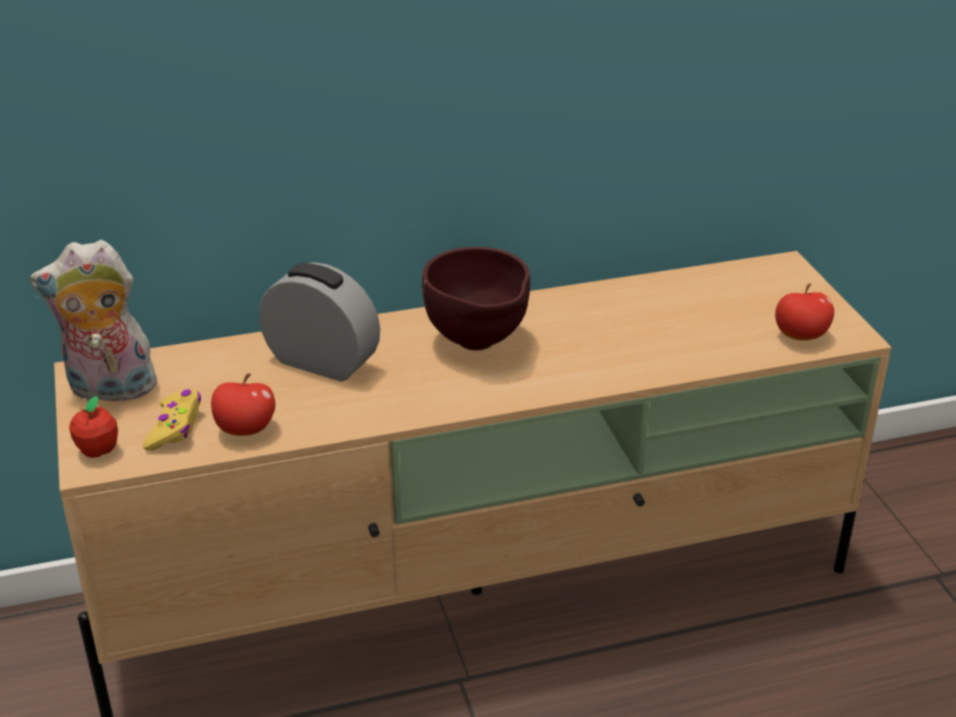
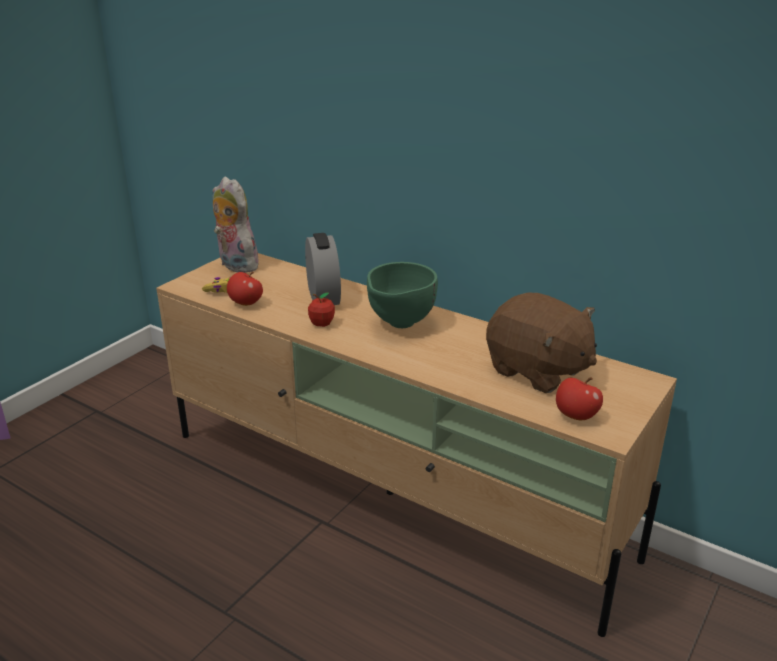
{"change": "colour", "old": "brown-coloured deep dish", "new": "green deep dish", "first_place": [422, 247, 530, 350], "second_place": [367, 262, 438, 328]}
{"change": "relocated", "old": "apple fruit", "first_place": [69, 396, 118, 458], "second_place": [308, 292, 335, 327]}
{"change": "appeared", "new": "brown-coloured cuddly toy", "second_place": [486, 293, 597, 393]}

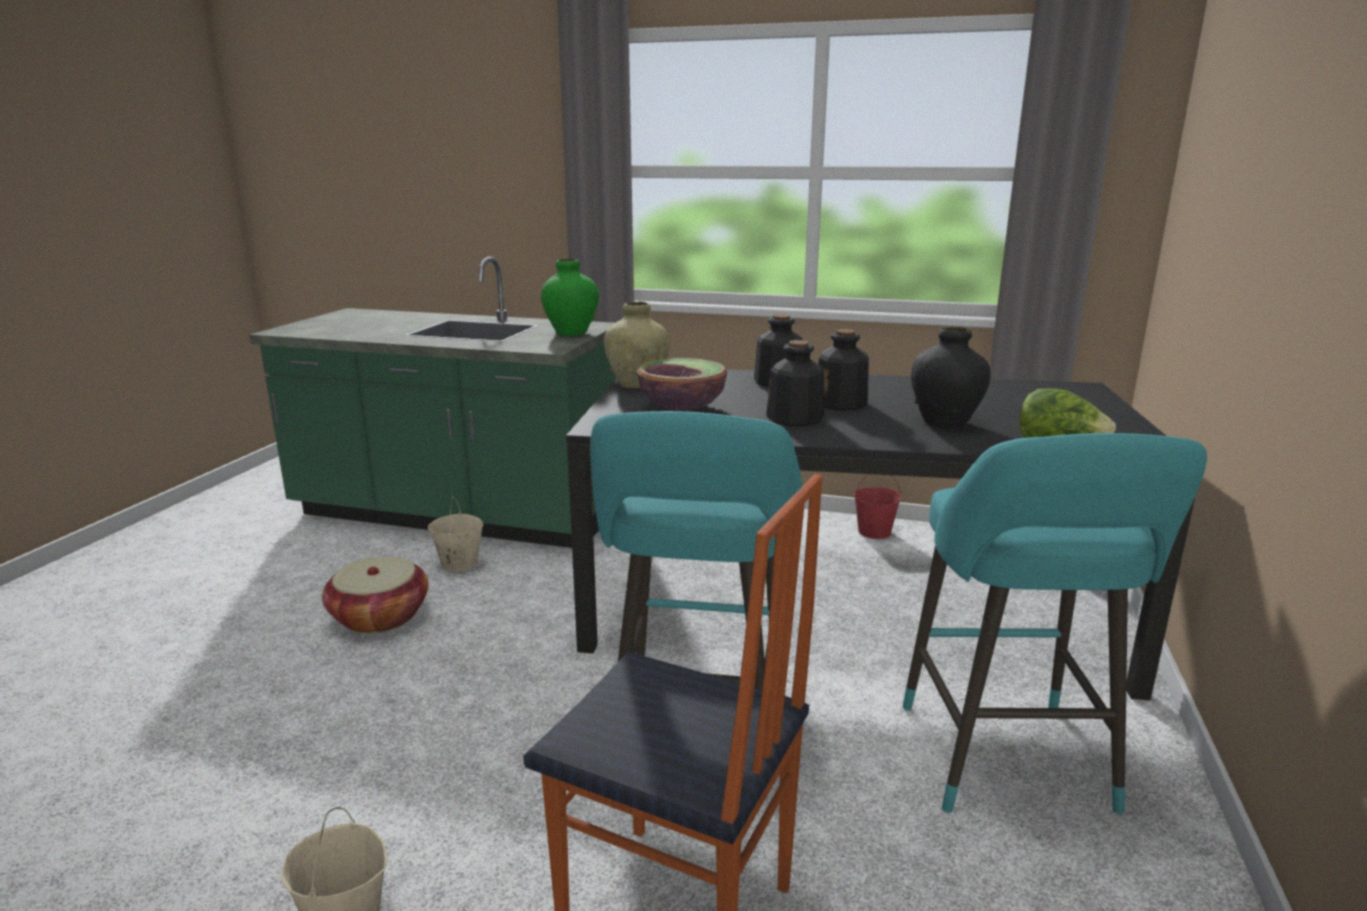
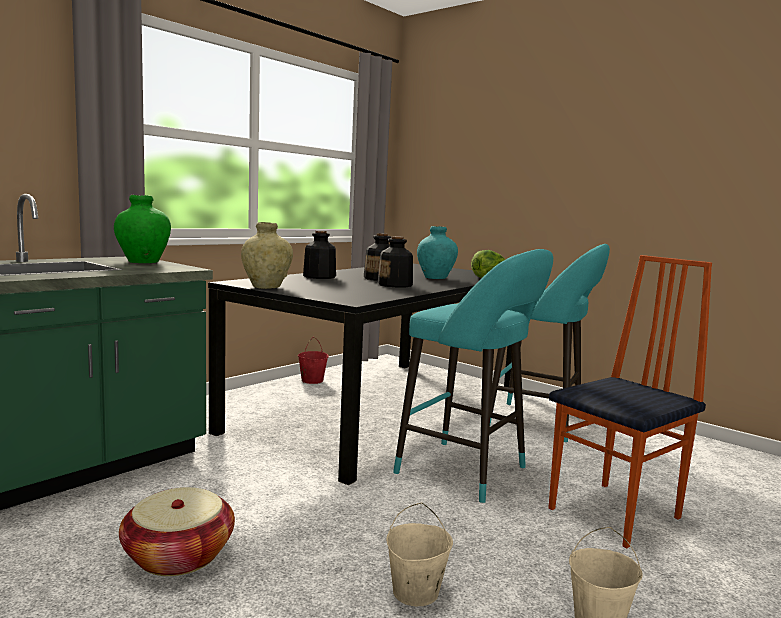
{"change": "colour", "old": "black flower vase", "new": "turquoise flower vase", "first_place": [911, 327, 991, 427], "second_place": [417, 226, 458, 279]}
{"change": "missing", "old": "deep dish", "first_place": [637, 358, 727, 410]}
{"change": "relocated", "old": "beige bucket", "first_place": [428, 496, 483, 572], "second_place": [386, 503, 453, 606]}

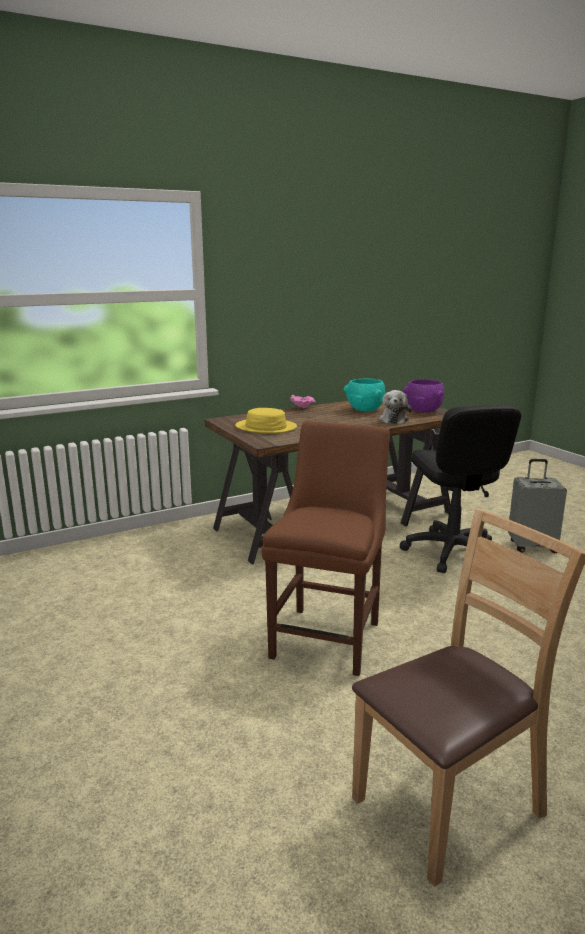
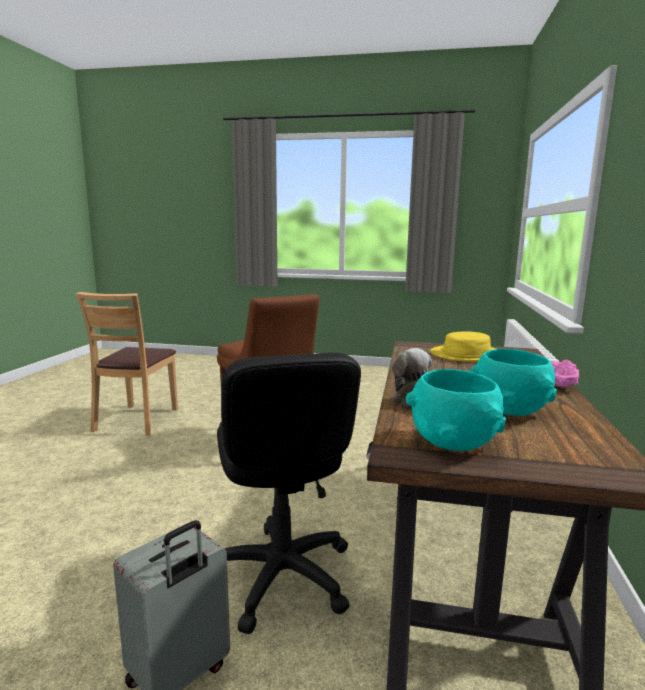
{"change": "colour", "old": "purple deep dish", "new": "turquoise deep dish", "first_place": [402, 379, 444, 413], "second_place": [406, 369, 506, 451]}
{"change": "spun", "old": "black office chair", "first_place": [400, 405, 521, 573], "second_place": [217, 352, 361, 634], "degrees": -135}

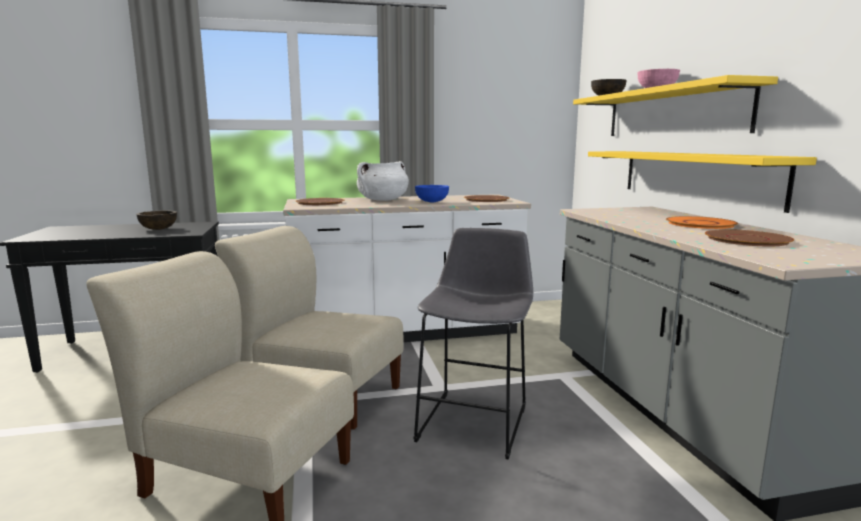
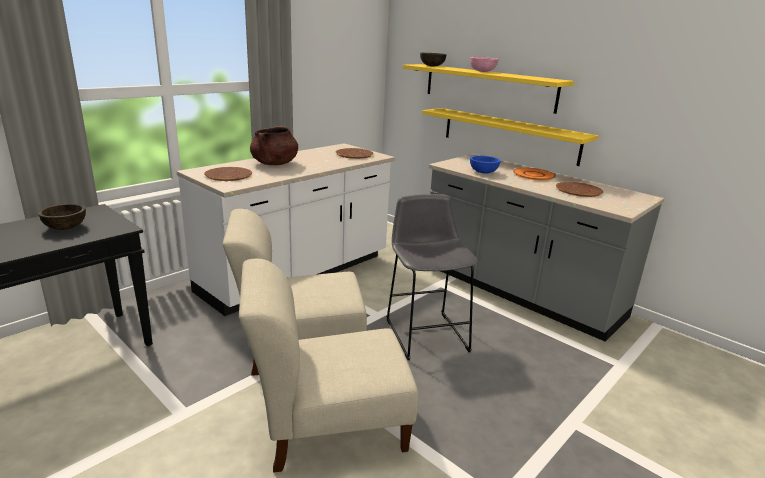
{"change": "colour", "old": "whitish saucepot", "new": "brown-coloured saucepot", "first_place": [357, 161, 409, 201], "second_place": [250, 126, 298, 165]}
{"change": "relocated", "old": "blue deep dish", "first_place": [415, 185, 449, 202], "second_place": [470, 155, 501, 173]}

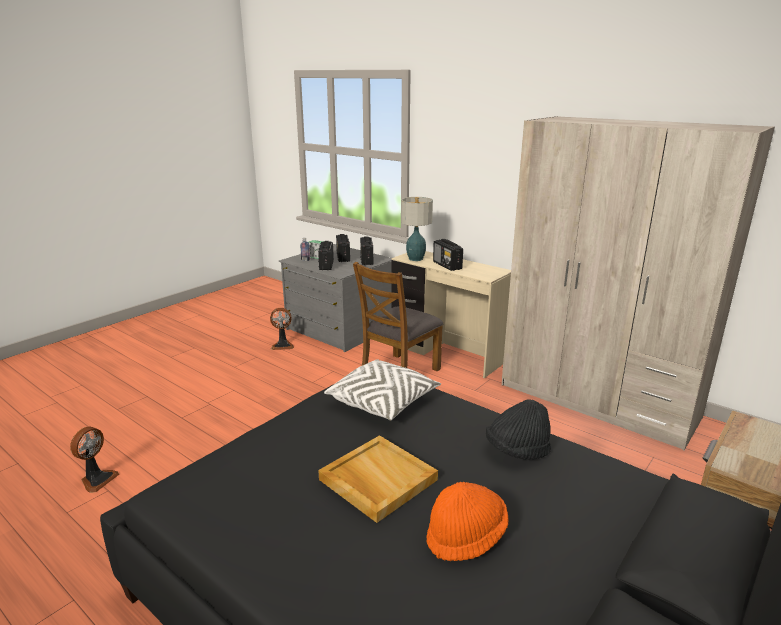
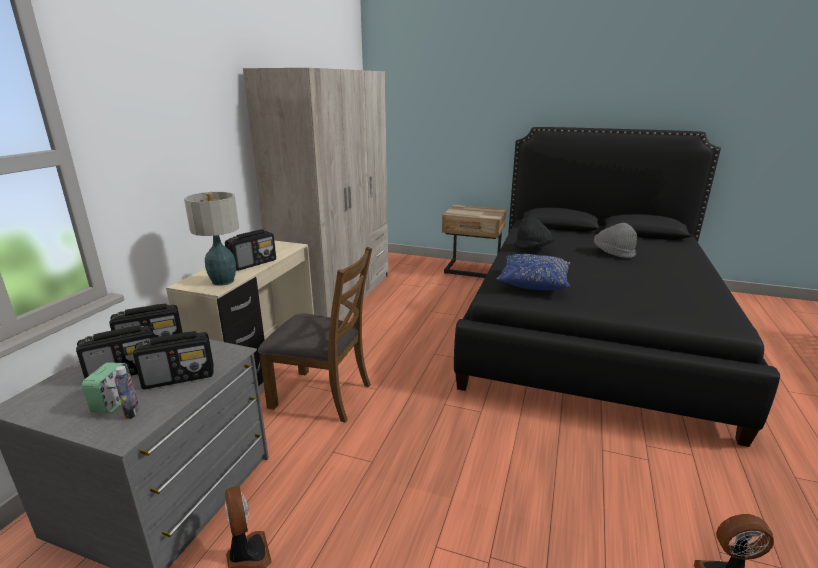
{"change": "colour", "old": "whitish throw pillow", "new": "blue throw pillow", "first_place": [324, 359, 441, 420], "second_place": [497, 254, 570, 290]}
{"change": "missing", "old": "beige serving tray", "first_place": [318, 435, 438, 523]}
{"change": "colour", "old": "orange hat", "new": "greyish hat", "first_place": [426, 482, 508, 561], "second_place": [594, 223, 637, 258]}

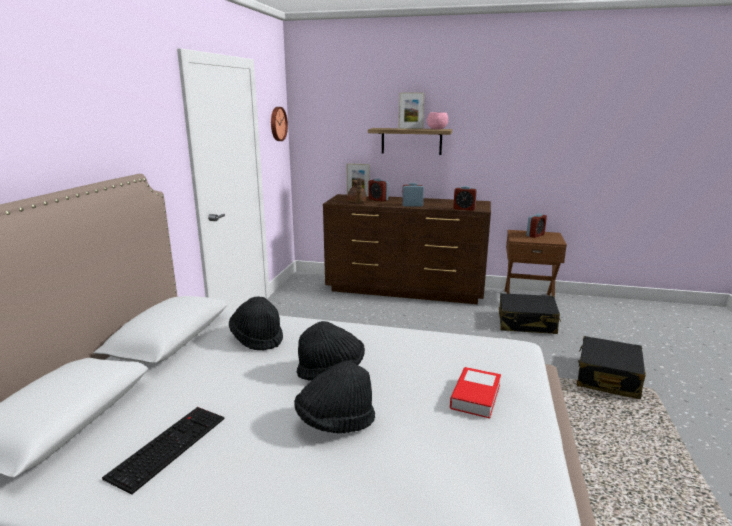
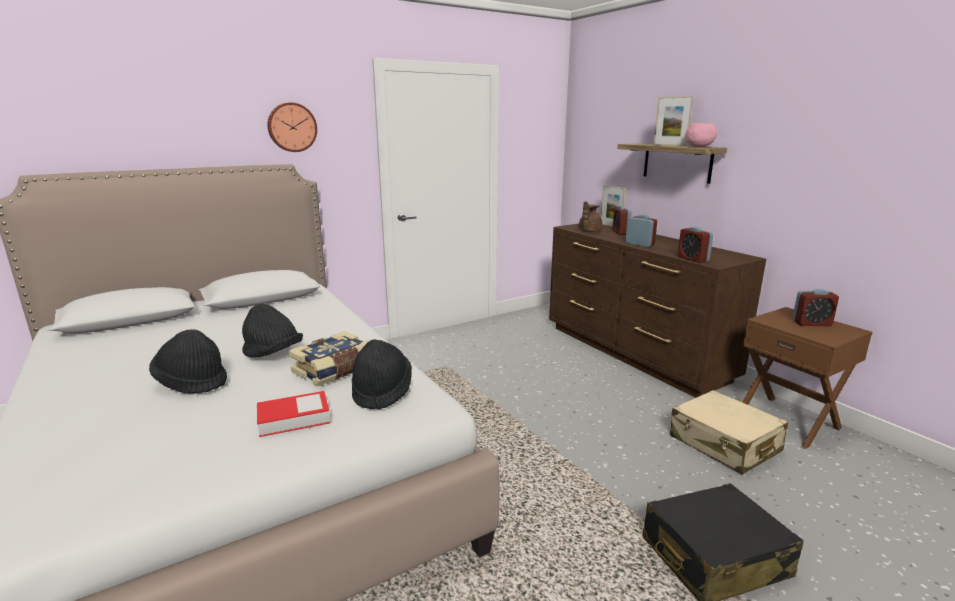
{"change": "relocated", "old": "clock on the wall", "first_place": [271, 107, 288, 141], "second_place": [268, 102, 317, 152]}
{"change": "colour", "old": "black travel case", "new": "beige travel case", "first_place": [499, 293, 561, 334], "second_place": [670, 390, 788, 474]}
{"change": "relocated", "old": "black hat", "first_place": [229, 296, 283, 351], "second_place": [352, 339, 412, 410]}
{"change": "missing", "old": "PC keyboard", "first_place": [102, 407, 224, 495]}
{"change": "appeared", "new": "book", "second_place": [289, 331, 369, 386]}

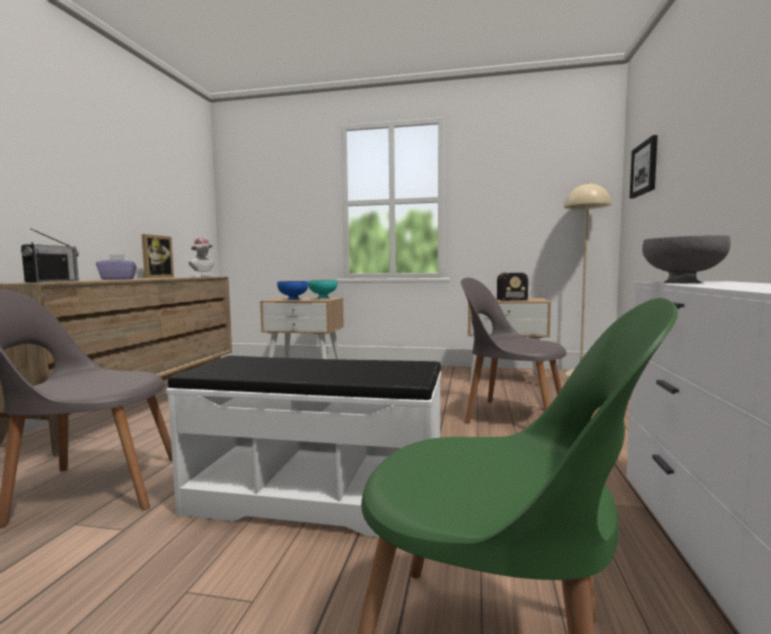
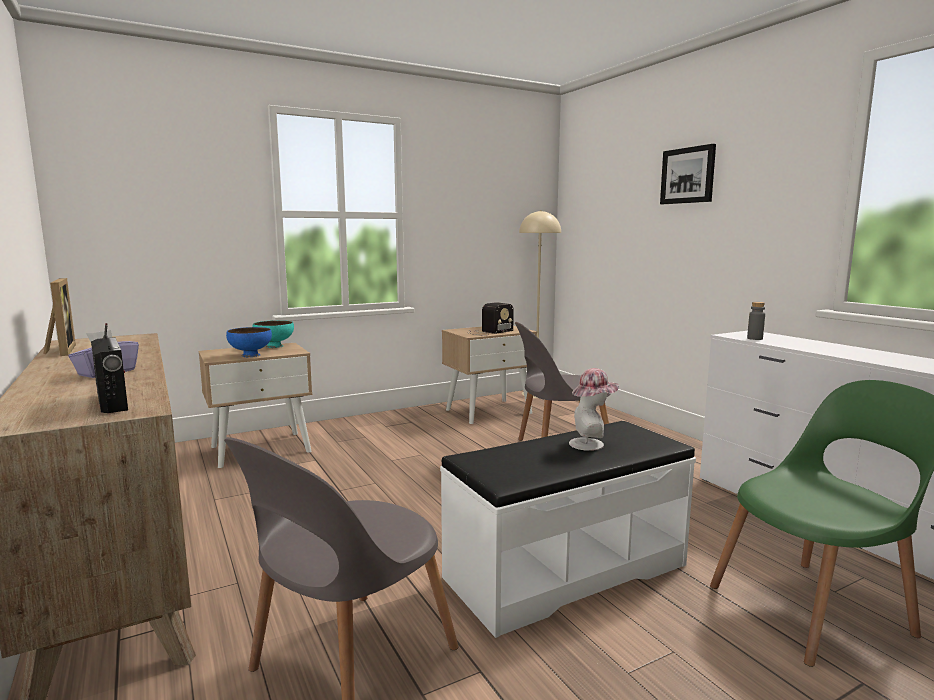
{"change": "relocated", "old": "picture", "first_place": [630, 135, 658, 199], "second_place": [660, 144, 716, 204]}
{"change": "exchanged", "old": "greyish deep dish", "new": "greyish drink bottle", "first_place": [642, 235, 731, 283], "second_place": [747, 302, 765, 340]}
{"change": "relocated", "old": "hat", "first_place": [189, 237, 214, 277], "second_place": [569, 368, 619, 451]}

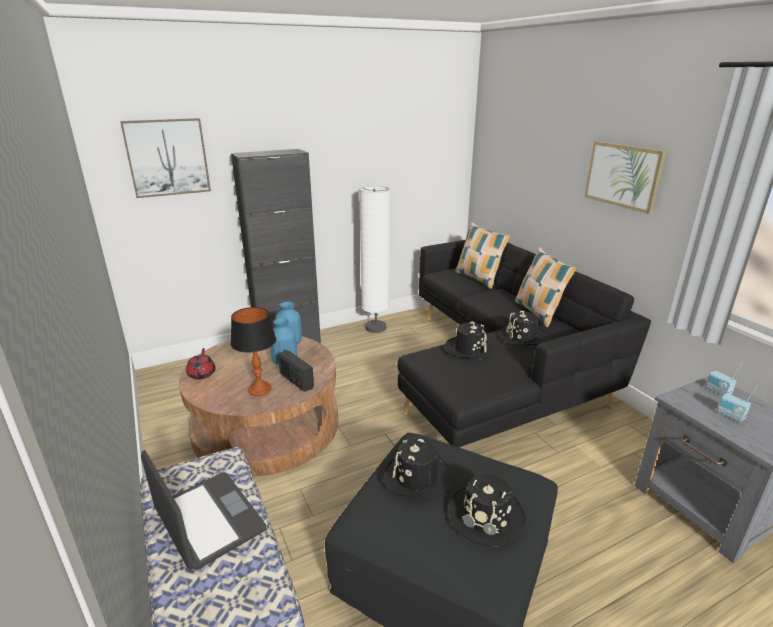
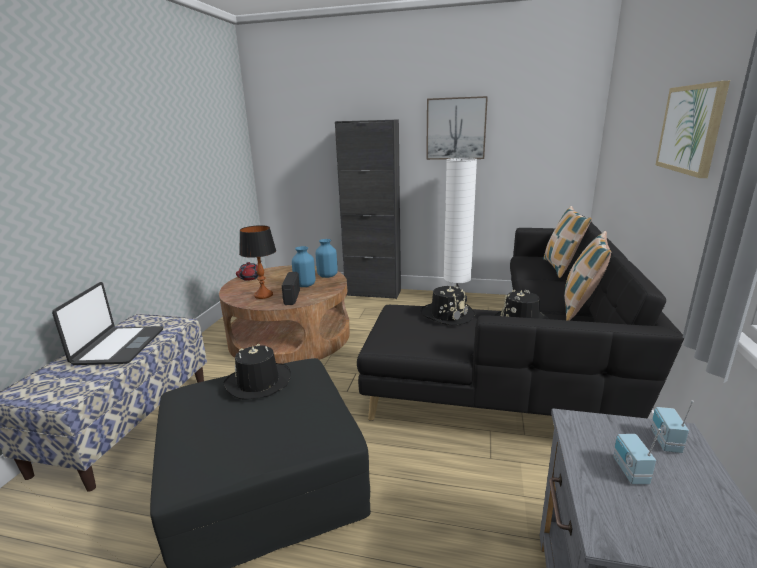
{"change": "relocated", "old": "picture", "first_place": [120, 118, 211, 198], "second_place": [426, 96, 488, 160]}
{"change": "missing", "old": "black hat", "first_place": [449, 474, 525, 548]}

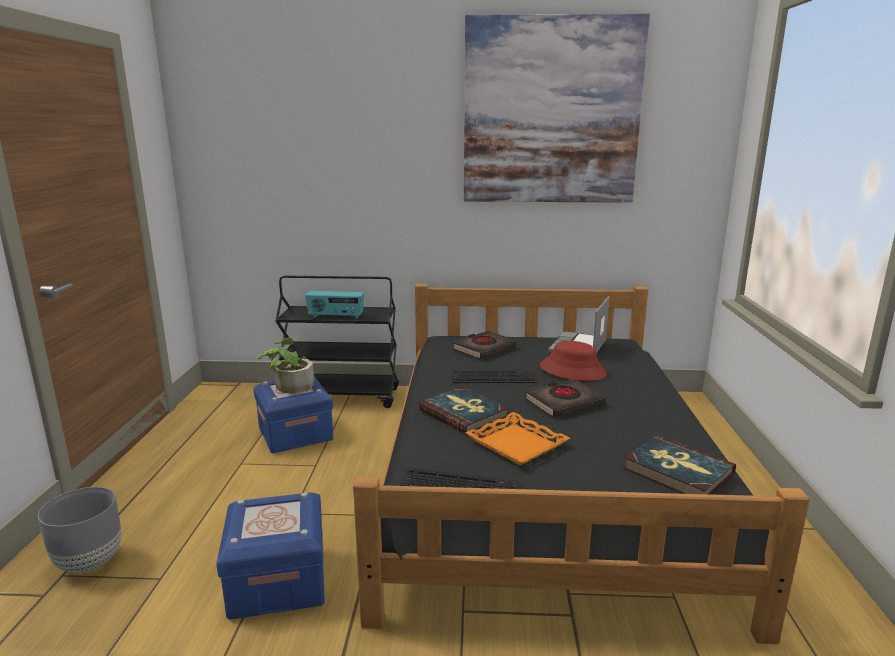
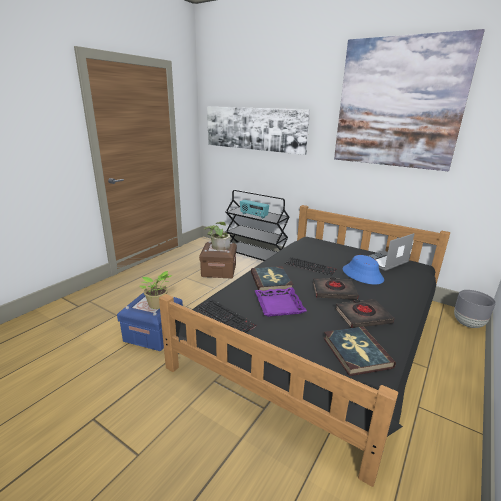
{"change": "relocated", "old": "black book", "first_place": [453, 331, 516, 359], "second_place": [335, 299, 394, 328]}
{"change": "colour", "old": "reddish hat", "new": "blue hat", "first_place": [540, 341, 607, 381], "second_place": [343, 255, 384, 284]}
{"change": "colour", "old": "blue storage container", "new": "brown-coloured storage container", "first_place": [253, 377, 333, 454], "second_place": [199, 241, 237, 279]}
{"change": "colour", "old": "orange serving tray", "new": "purple serving tray", "first_place": [465, 412, 570, 465], "second_place": [255, 287, 307, 317]}
{"change": "relocated", "old": "greyish plant pot", "first_place": [38, 487, 121, 573], "second_place": [454, 290, 496, 328]}
{"change": "appeared", "new": "picture", "second_place": [207, 107, 310, 155]}
{"change": "appeared", "new": "plant in a pot", "second_place": [139, 271, 172, 309]}

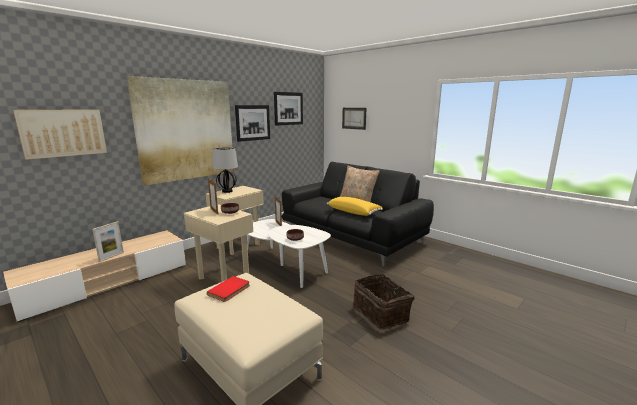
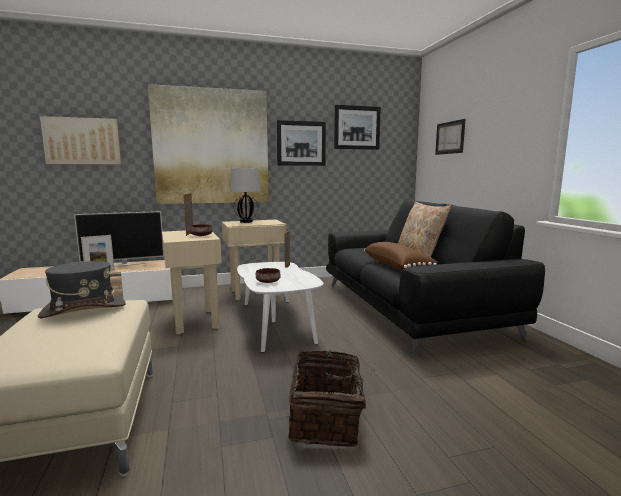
{"change": "colour", "old": "yellow-coloured throw pillow", "new": "brown-coloured throw pillow", "first_place": [327, 197, 383, 216], "second_place": [364, 242, 438, 270]}
{"change": "exchanged", "old": "reddish book", "new": "greyish hat", "first_place": [207, 276, 250, 302], "second_place": [38, 261, 126, 318]}
{"change": "appeared", "new": "television", "second_place": [74, 211, 164, 266]}

